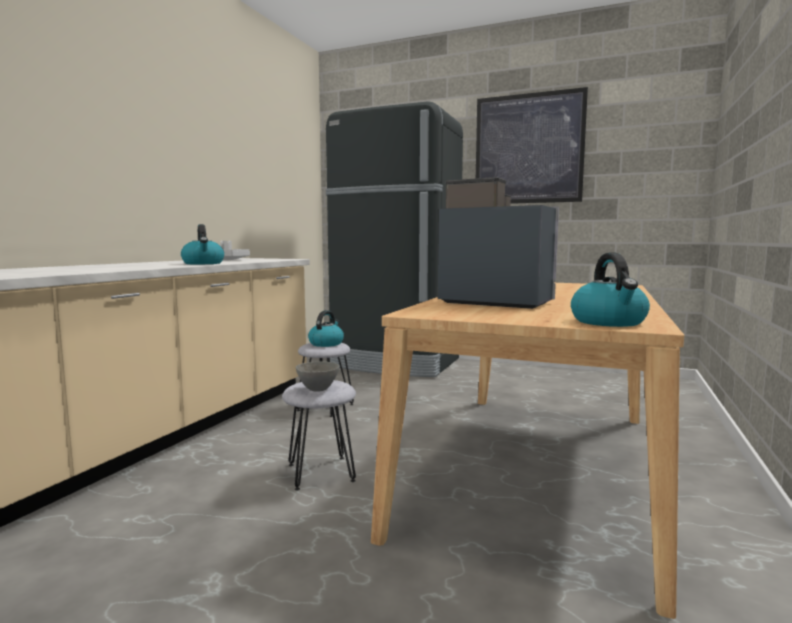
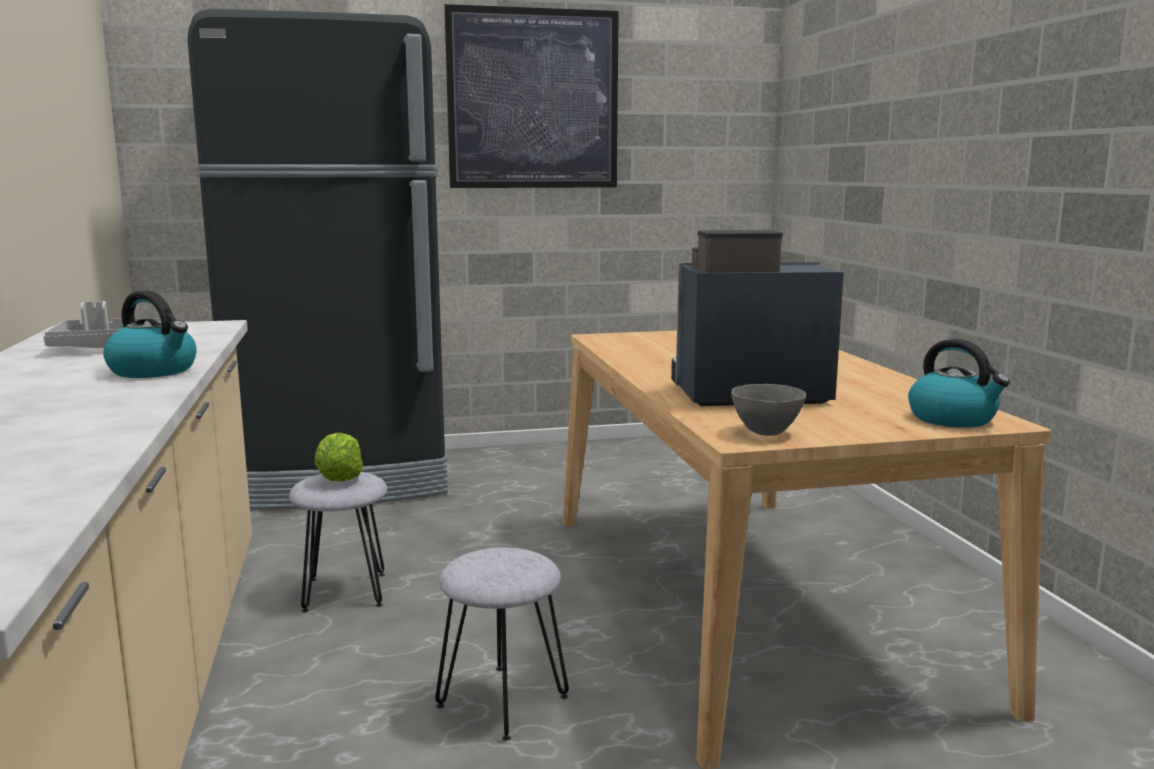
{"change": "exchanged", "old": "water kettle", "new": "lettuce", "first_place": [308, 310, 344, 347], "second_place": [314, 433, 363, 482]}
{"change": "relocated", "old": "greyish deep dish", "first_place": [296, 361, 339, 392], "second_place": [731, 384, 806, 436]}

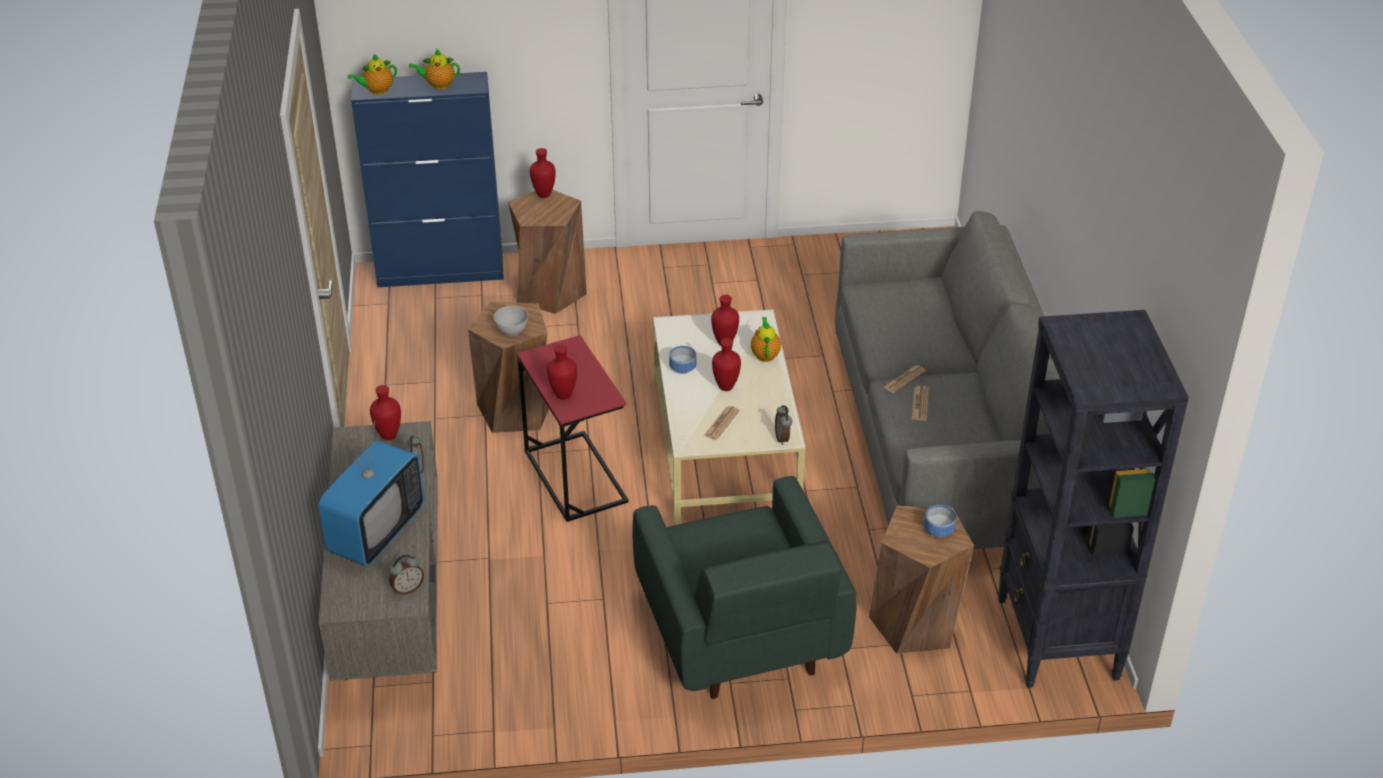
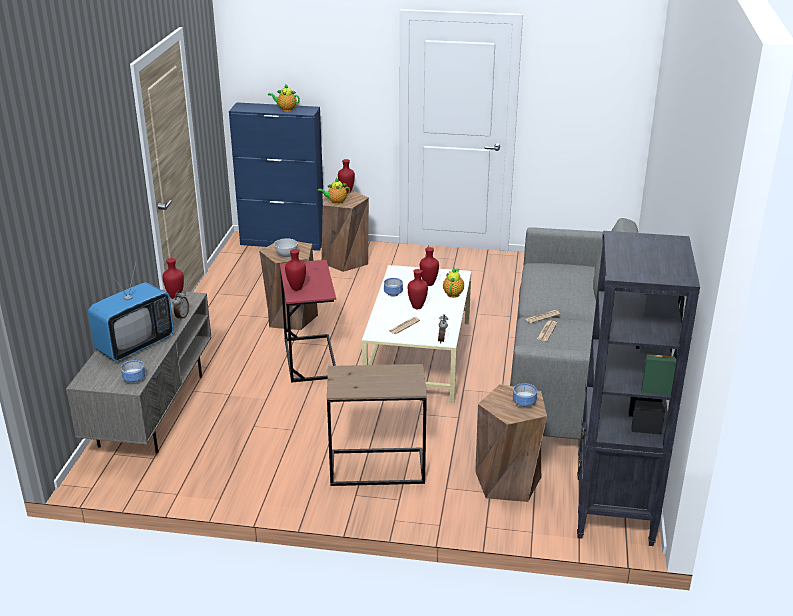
{"change": "relocated", "old": "teapot", "first_place": [348, 54, 397, 95], "second_place": [318, 178, 350, 205]}
{"change": "exchanged", "old": "green easy chair", "new": "brown-coloured side table", "first_place": [632, 476, 857, 699], "second_place": [327, 364, 427, 486]}
{"change": "exchanged", "old": "bedside clock", "new": "deep dish", "first_place": [389, 555, 424, 595], "second_place": [121, 360, 145, 383]}

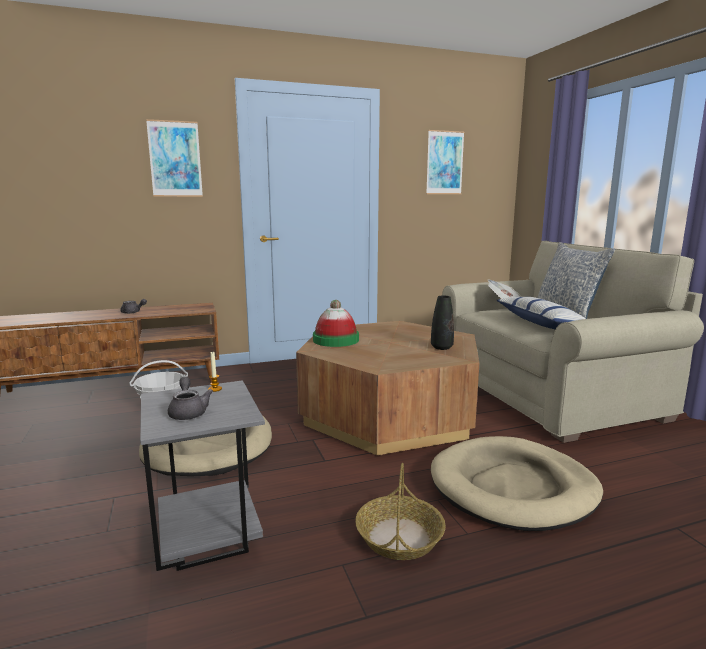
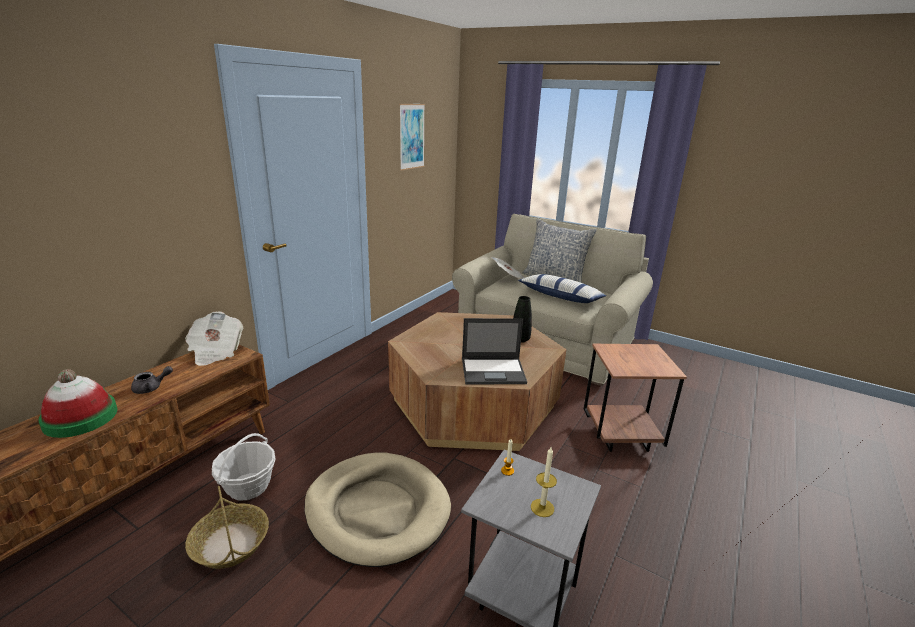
{"change": "missing", "old": "picture", "first_place": [146, 119, 203, 197]}
{"change": "relocated", "old": "hat", "first_place": [313, 300, 359, 347], "second_place": [38, 369, 117, 438]}
{"change": "exchanged", "old": "greyish teapot", "new": "wax candle", "first_place": [168, 377, 213, 420], "second_place": [531, 447, 557, 517]}
{"change": "exchanged", "old": "beige pet bed", "new": "brown-coloured side table", "first_place": [431, 436, 603, 531], "second_place": [584, 344, 687, 452]}
{"change": "relocated", "old": "storage basket", "first_place": [355, 463, 446, 560], "second_place": [185, 486, 269, 569]}
{"change": "appeared", "new": "printed paper", "second_place": [185, 312, 243, 366]}
{"change": "appeared", "new": "notebook computer", "second_place": [462, 318, 527, 384]}

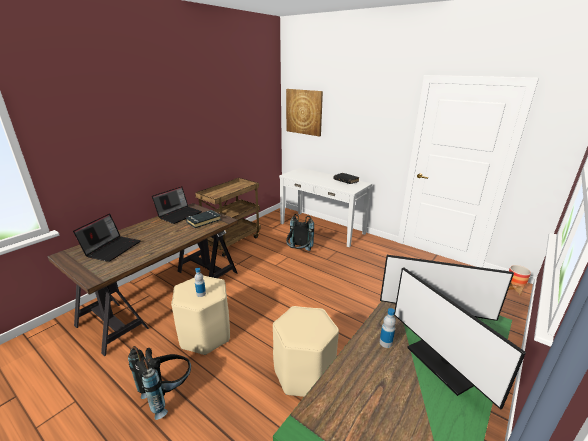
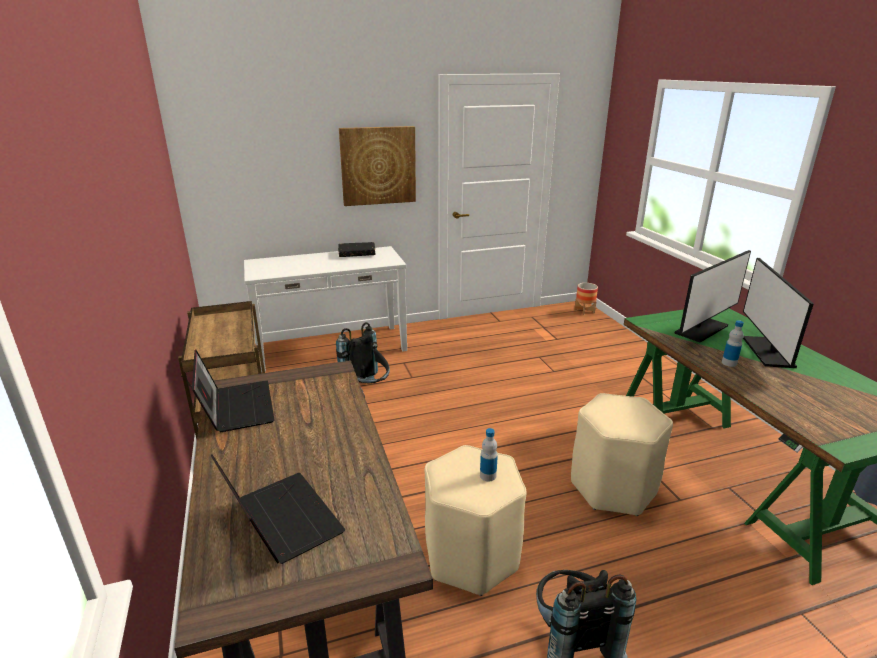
{"change": "relocated", "old": "picture", "first_place": [286, 89, 323, 136], "second_place": [339, 126, 416, 206]}
{"change": "missing", "old": "black book", "first_place": [186, 210, 221, 228]}
{"change": "spun", "old": "monitor", "first_place": [394, 267, 526, 410], "second_place": [743, 258, 814, 368], "degrees": 90}

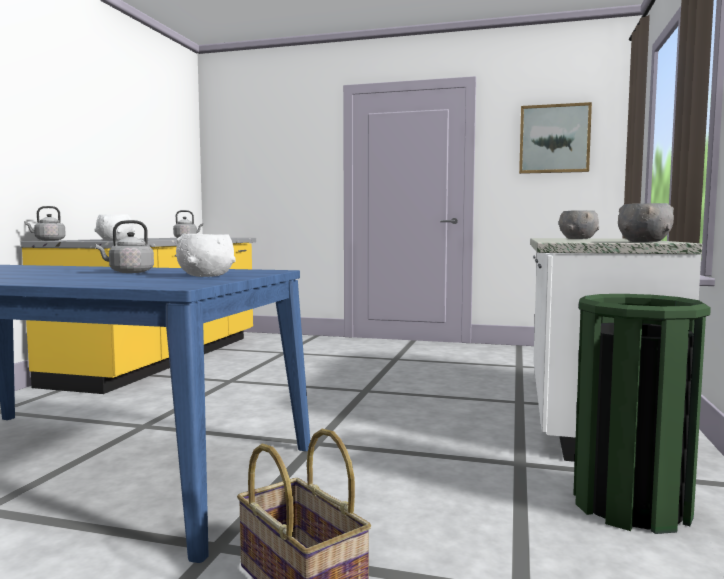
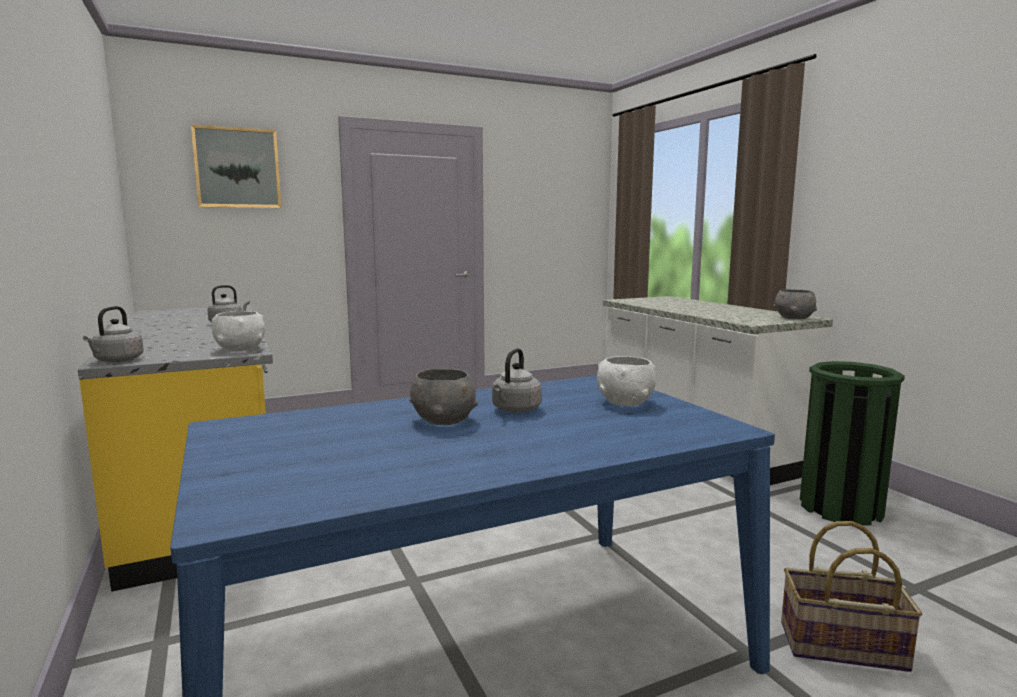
{"change": "relocated", "old": "picture", "first_place": [519, 102, 592, 174], "second_place": [191, 125, 281, 208]}
{"change": "relocated", "old": "greyish deep dish", "first_place": [559, 210, 599, 239], "second_place": [409, 369, 478, 425]}

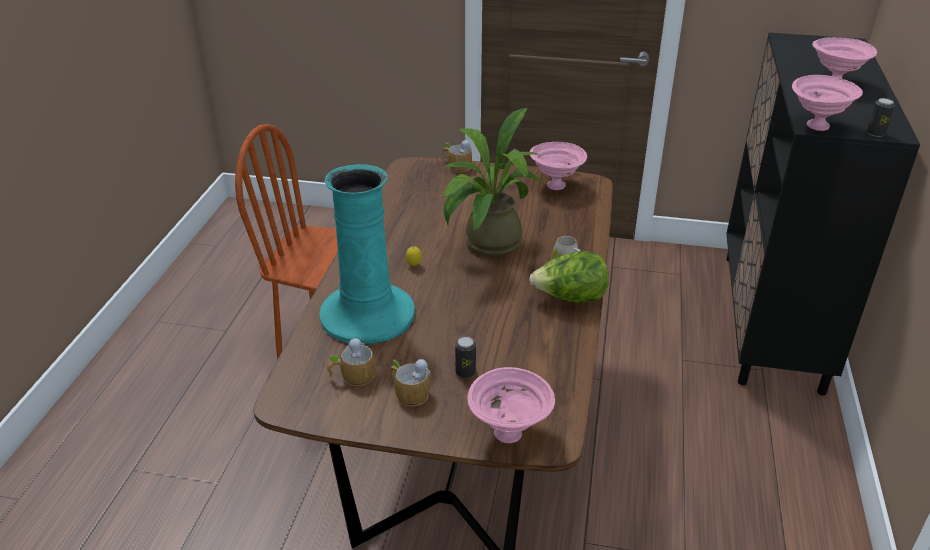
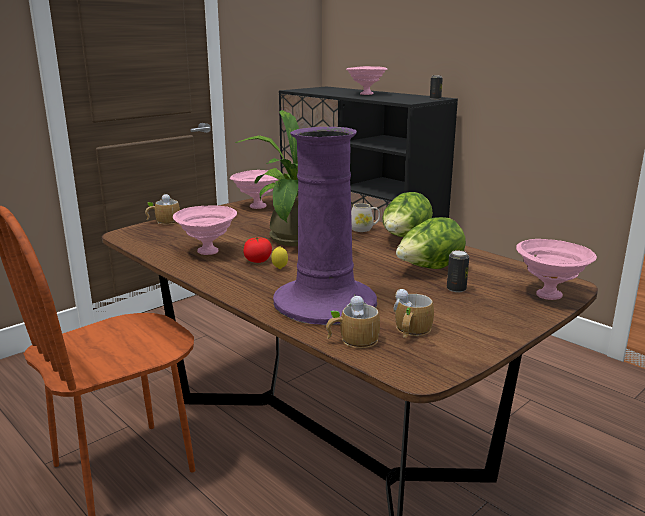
{"change": "relocated", "old": "pinkish deep dish", "first_place": [792, 75, 863, 131], "second_place": [173, 206, 237, 255]}
{"change": "colour", "old": "turquoise flower vase", "new": "purple flower vase", "first_place": [320, 164, 415, 345], "second_place": [273, 127, 377, 325]}
{"change": "relocated", "old": "coffee mug", "first_place": [389, 358, 430, 406], "second_place": [326, 295, 380, 348]}
{"change": "appeared", "new": "lettuce", "second_place": [396, 217, 466, 269]}
{"change": "appeared", "new": "whole tomato", "second_place": [243, 237, 272, 263]}

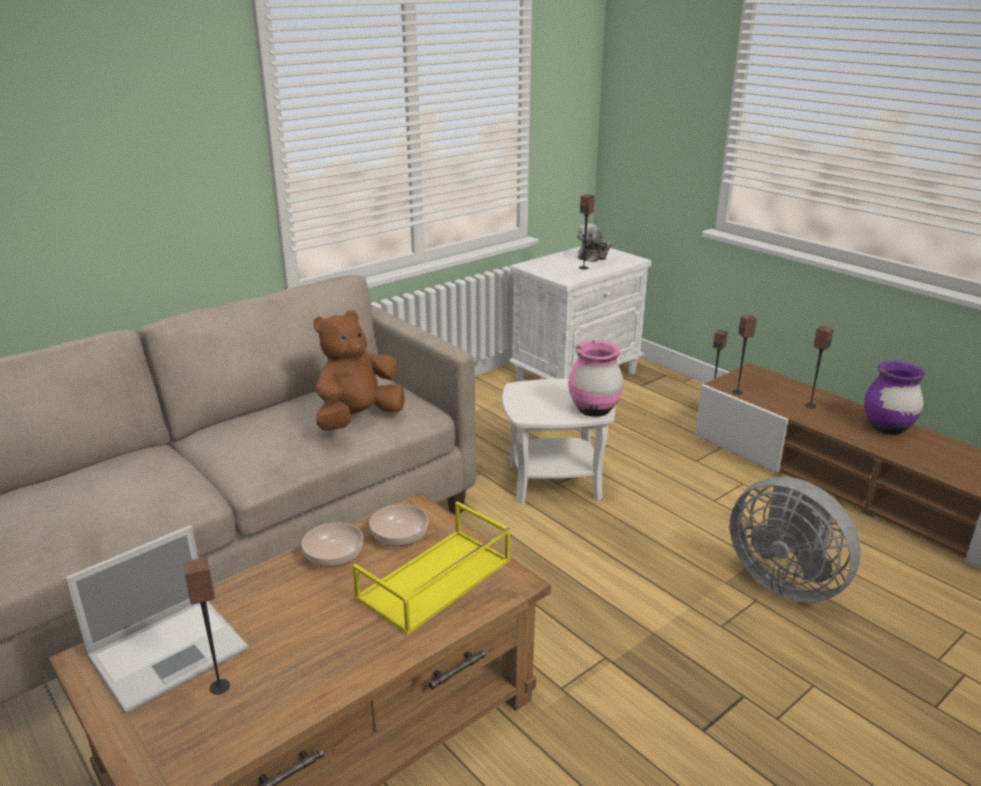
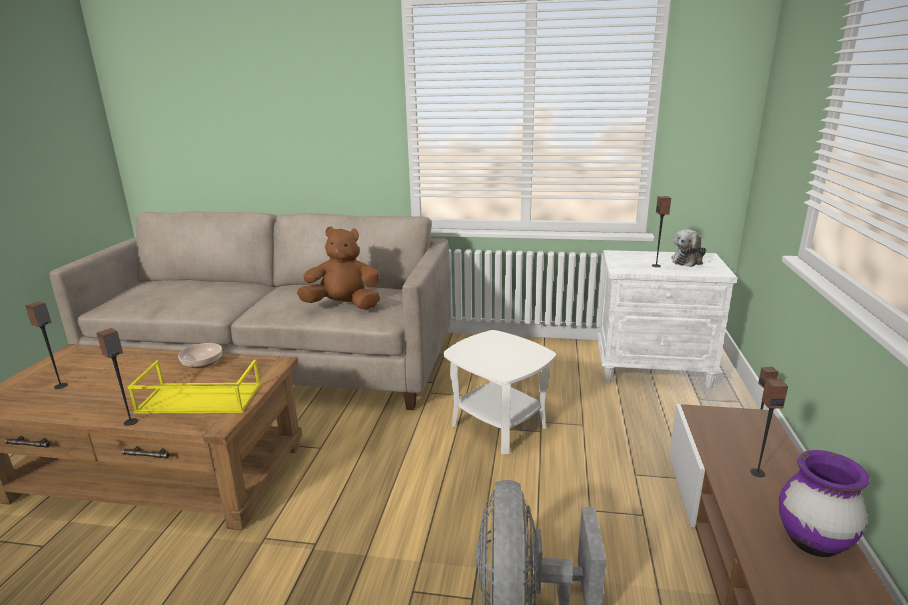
{"change": "spun", "old": "cuddly toy", "first_place": [577, 224, 611, 262], "second_place": [671, 229, 706, 267], "degrees": -45}
{"change": "relocated", "old": "loudspeaker", "first_place": [732, 315, 757, 395], "second_place": [96, 328, 138, 426]}
{"change": "missing", "old": "pinkish flower vase", "first_place": [568, 340, 624, 417]}
{"change": "missing", "old": "deep dish", "first_place": [369, 504, 428, 546]}
{"change": "missing", "old": "notebook computer", "first_place": [65, 525, 249, 714]}

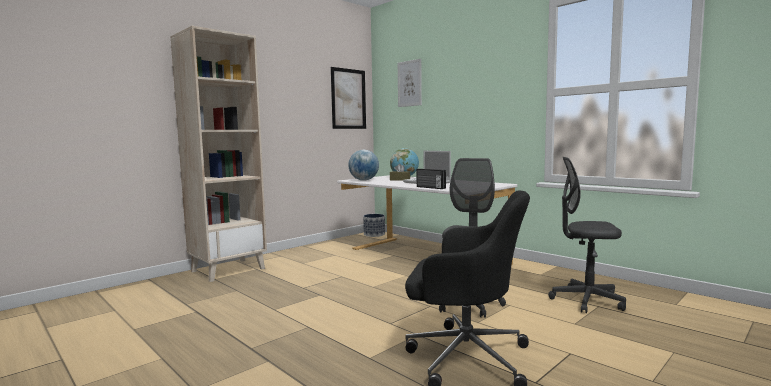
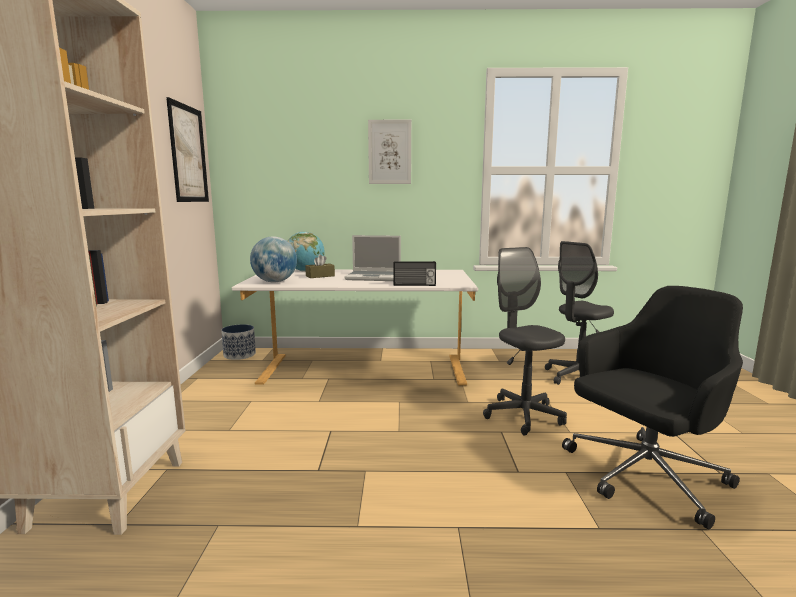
{"change": "relocated", "old": "picture", "first_place": [398, 59, 422, 107], "second_place": [368, 120, 411, 184]}

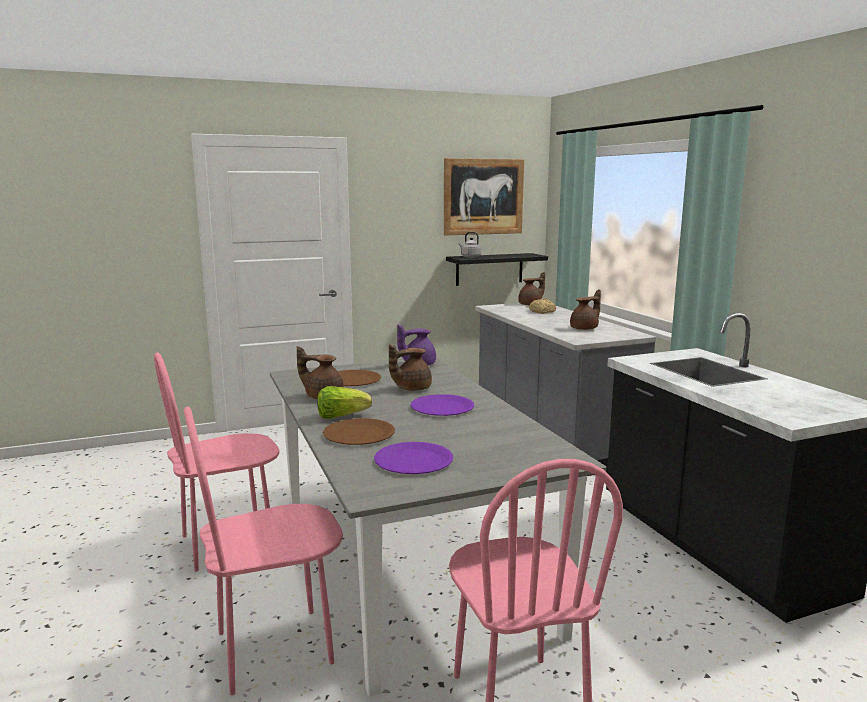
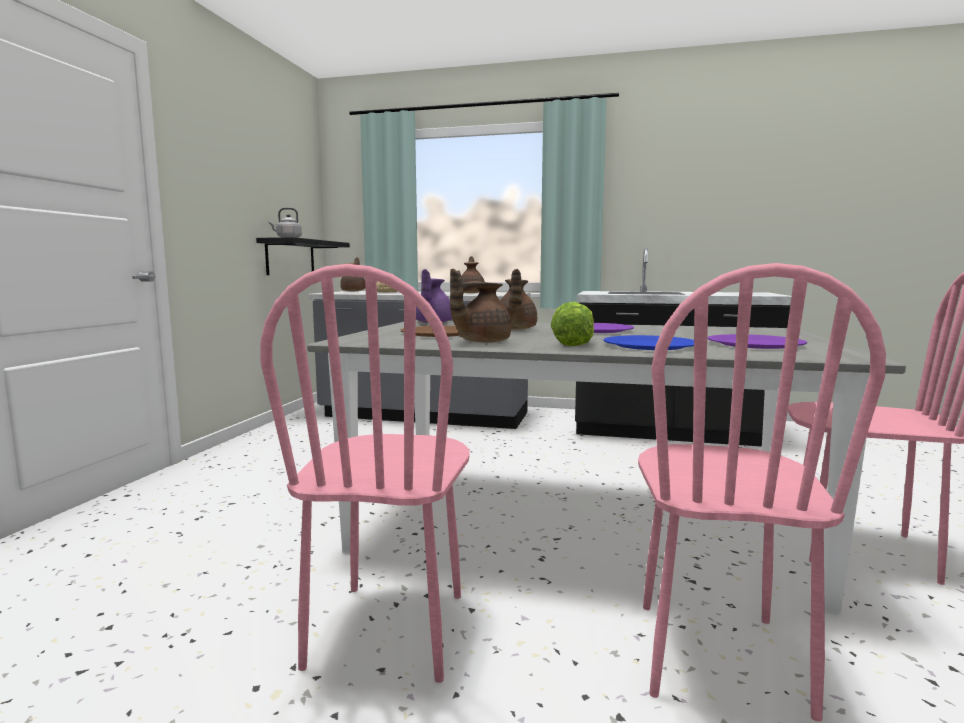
{"change": "missing", "old": "picture", "first_place": [444, 158, 524, 236]}
{"change": "colour", "old": "brown-coloured dinner plate", "new": "blue dinner plate", "first_place": [323, 418, 395, 445], "second_place": [603, 335, 694, 350]}

